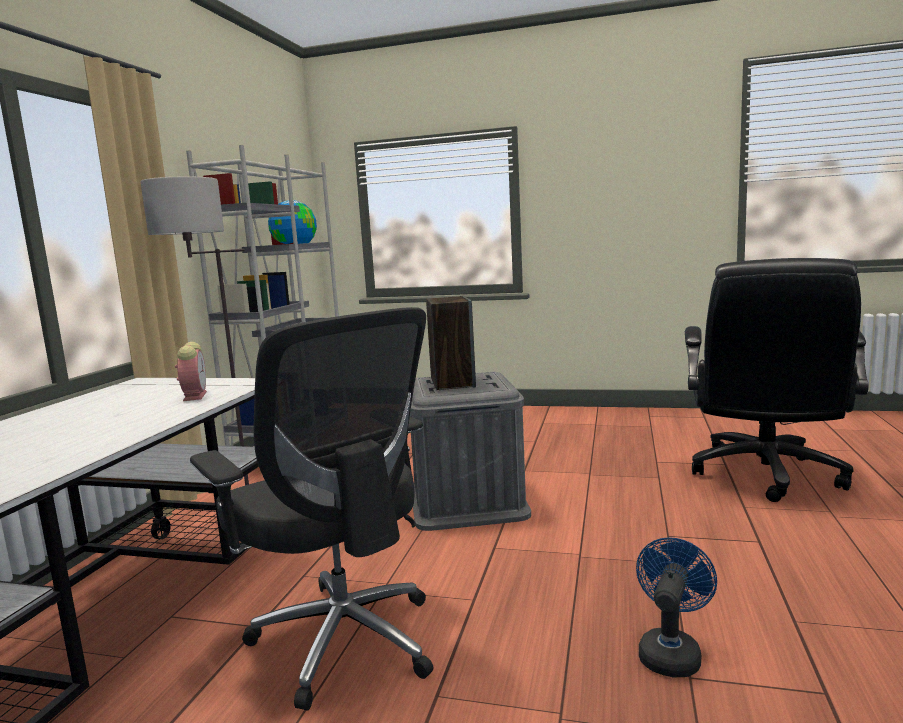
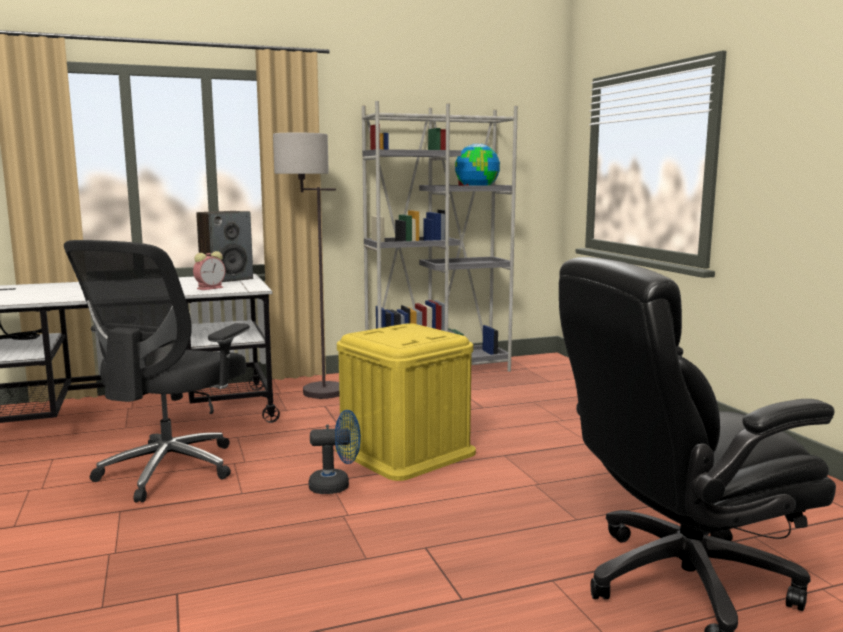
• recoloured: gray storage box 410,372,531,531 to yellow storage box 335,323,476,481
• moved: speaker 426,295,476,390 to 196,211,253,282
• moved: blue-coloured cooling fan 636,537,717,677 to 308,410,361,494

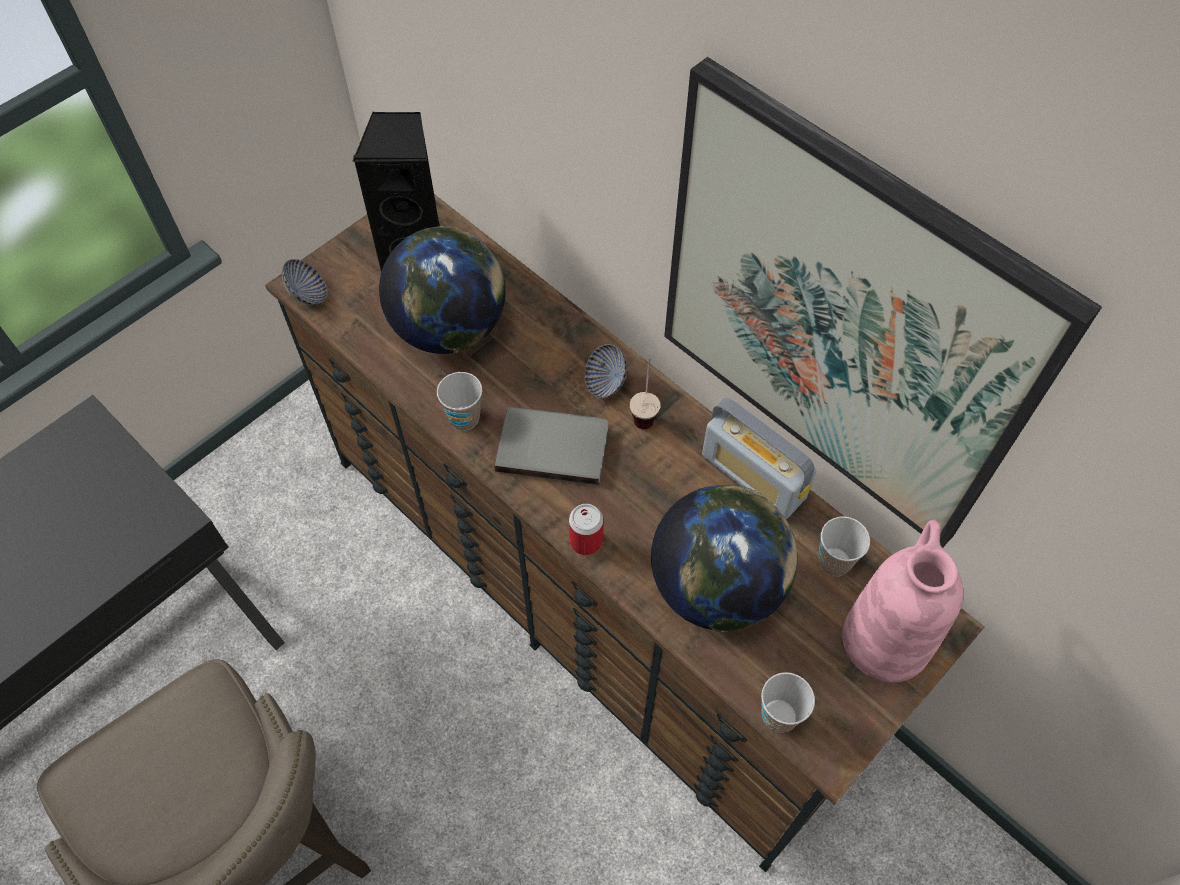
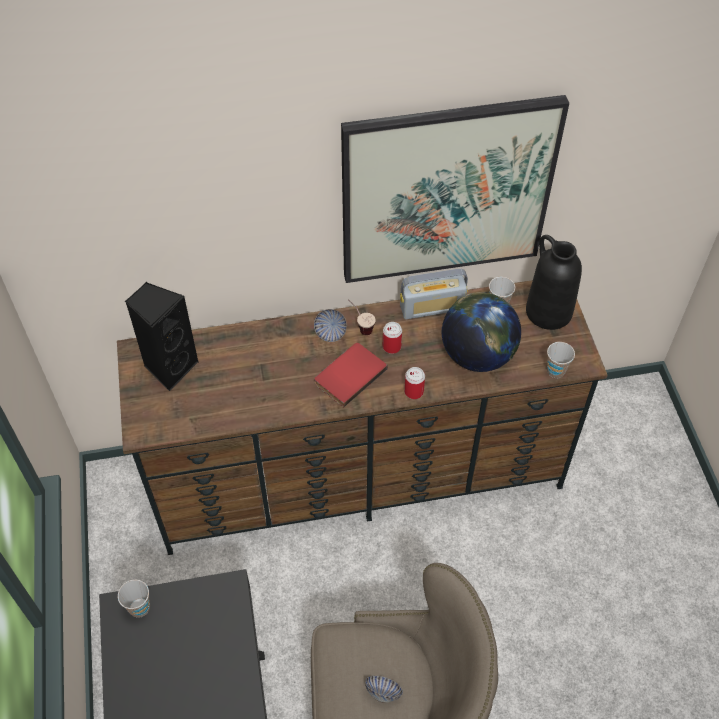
• moved: serving bowl 282,259,327,305 to 365,676,403,703
• removed: desk globe 379,226,506,354
• moved: cup 437,372,482,431 to 118,580,150,618
• recoloured: gray book 494,407,608,485 to red-coloured book 314,343,388,407
• recoloured: pink-coloured decorative vase 842,519,964,682 to black decorative vase 526,235,582,330
• added: metal can 383,322,402,354

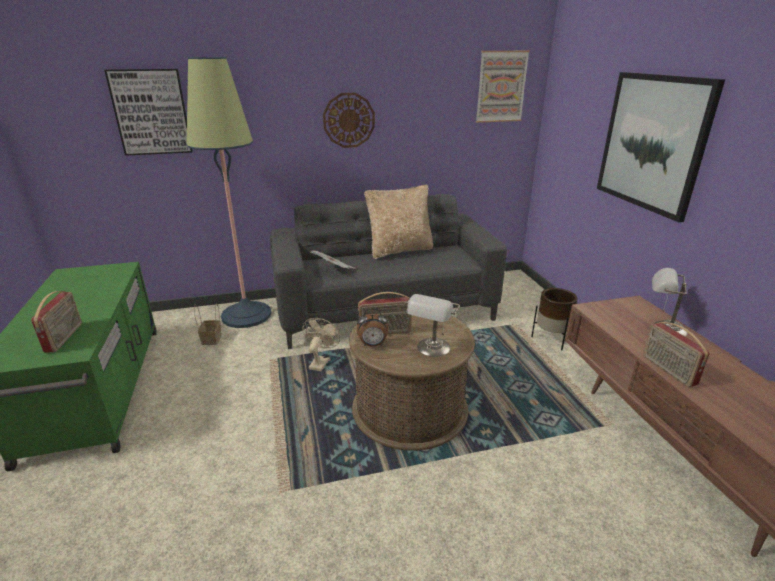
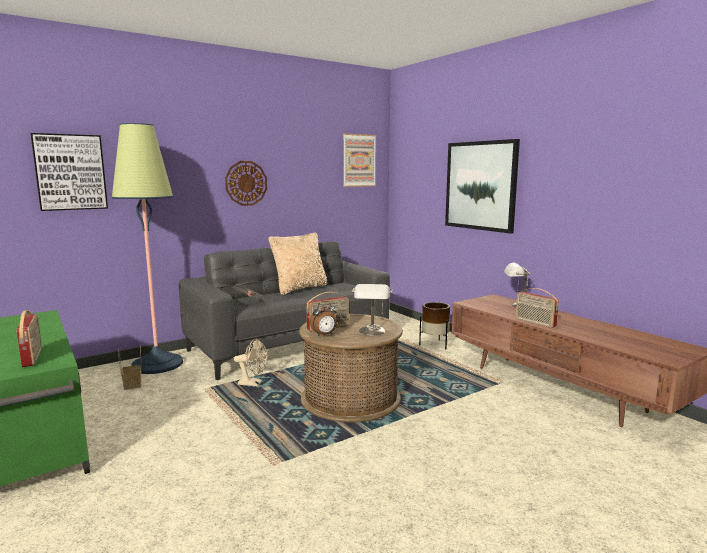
• turned: sand-coloured cooling fan 302,318,340,371 = 234,339,268,386 105 degrees clockwise

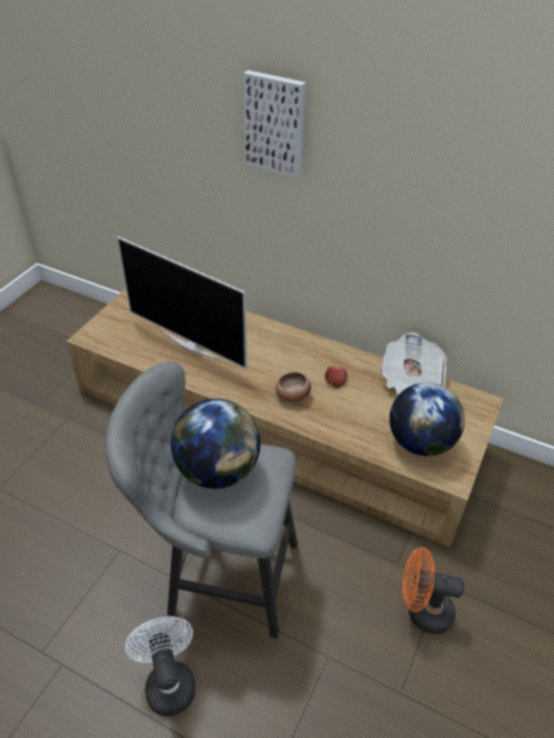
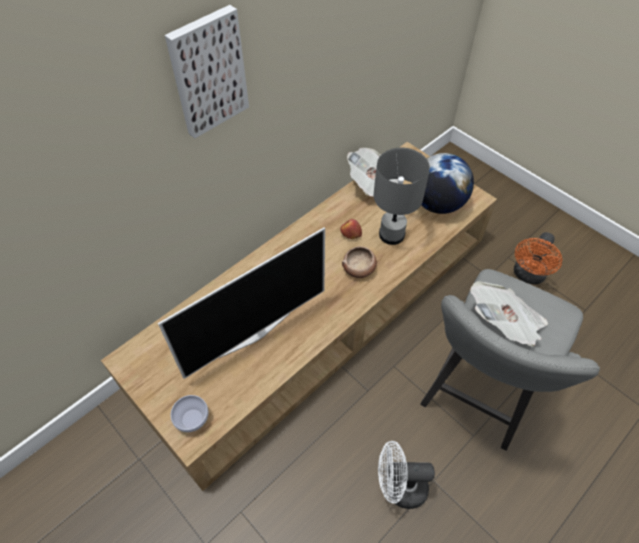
• moved: white-coloured cooling fan 125,617,195,716 to 378,441,435,509
• replaced: desk globe 171,399,260,489 to daily paper 470,281,548,347
• added: serving bowl 171,395,208,432
• added: gray tabletop lamp 374,148,430,245

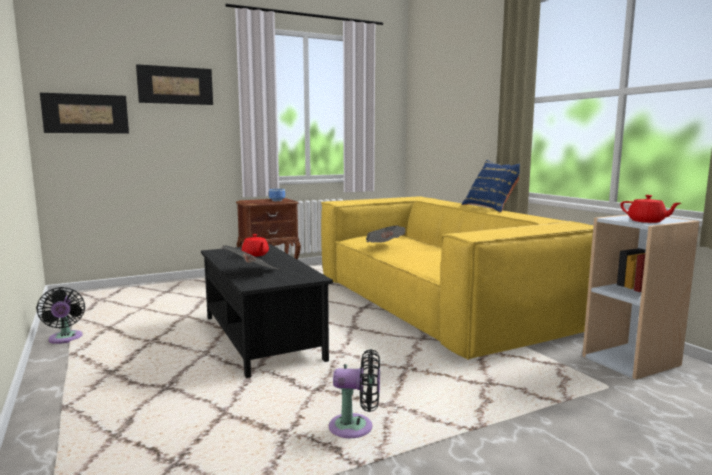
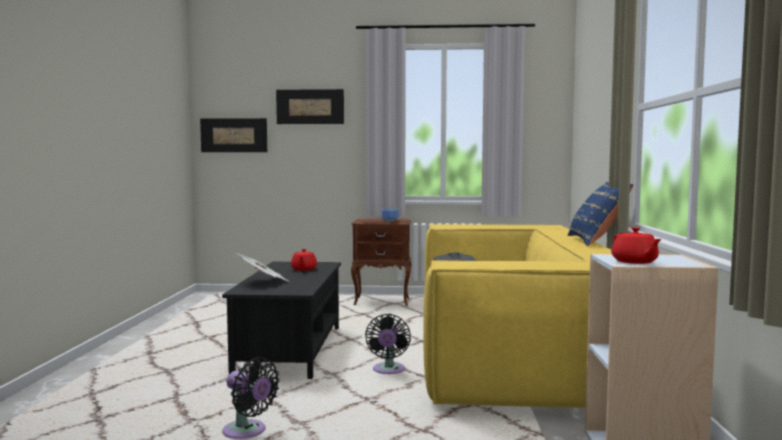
• moved: black cooling fan 36,287,85,344 to 365,314,411,374

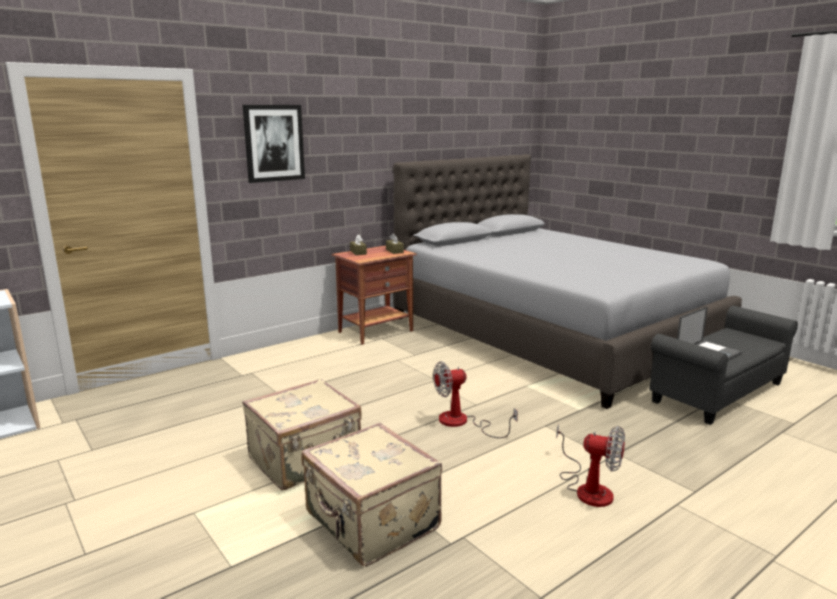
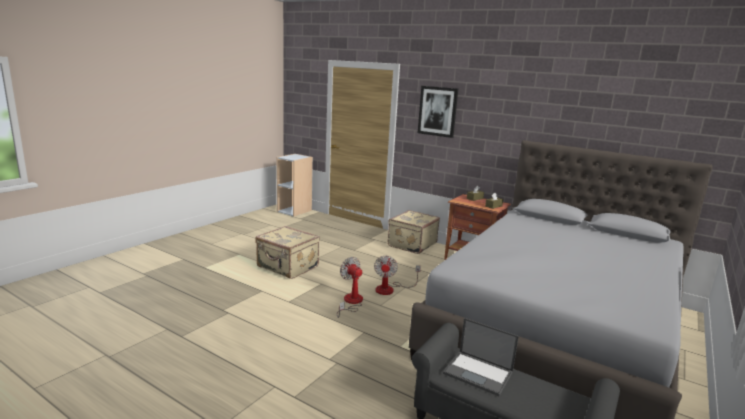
• moved: sand-coloured travel case 301,423,442,566 to 388,210,440,254
• moved: cooling fan 556,424,625,507 to 374,256,421,295

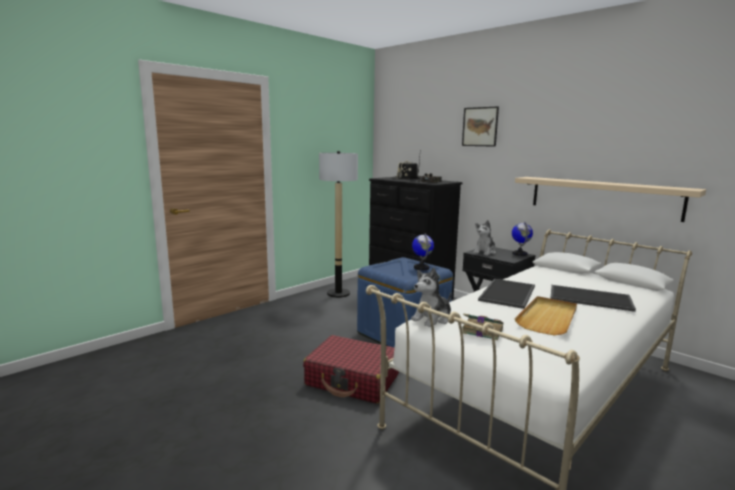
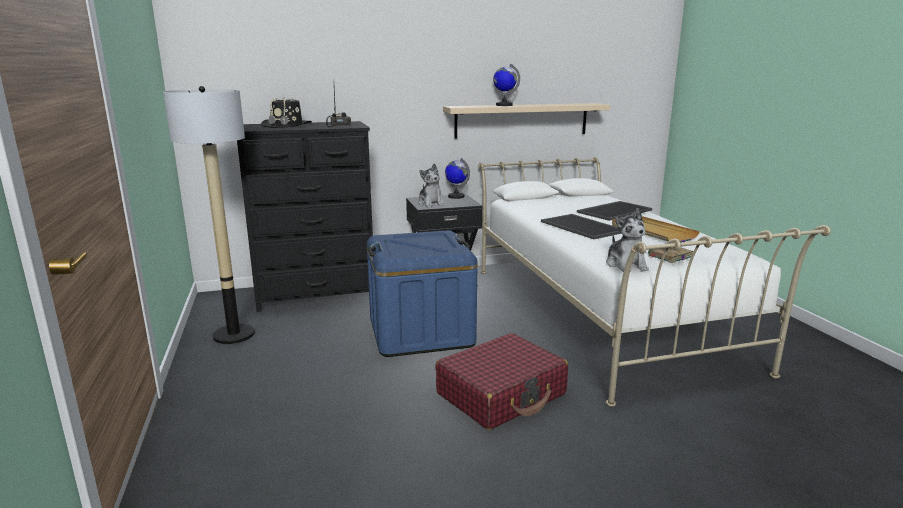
• moved: desk globe 412,234,434,270 to 493,64,520,106
• removed: picture 462,106,499,147

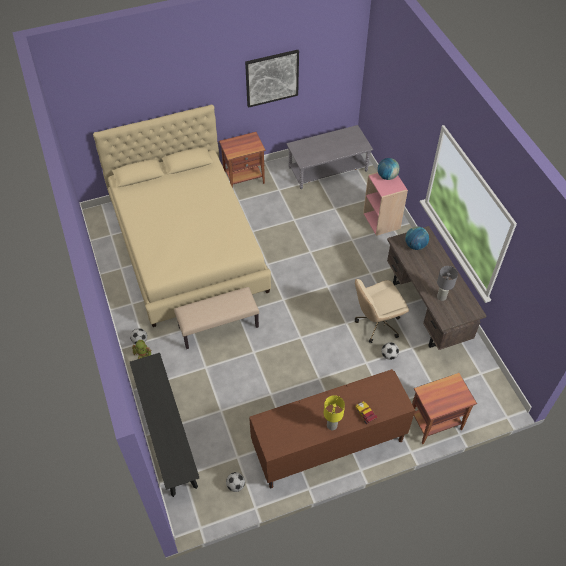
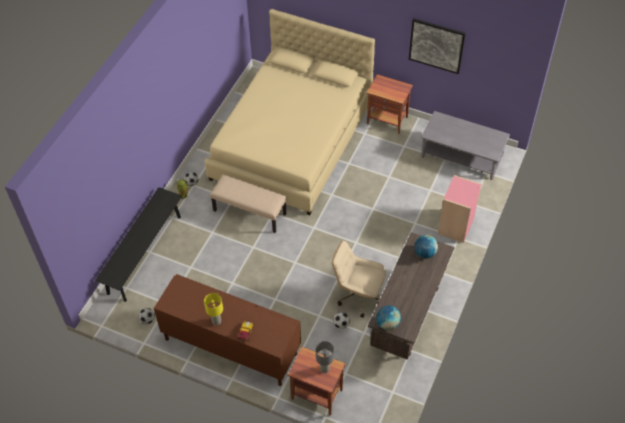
• moved: desk globe 377,158,400,180 to 376,305,401,330
• moved: gray tabletop lamp 437,266,458,301 to 316,341,334,373

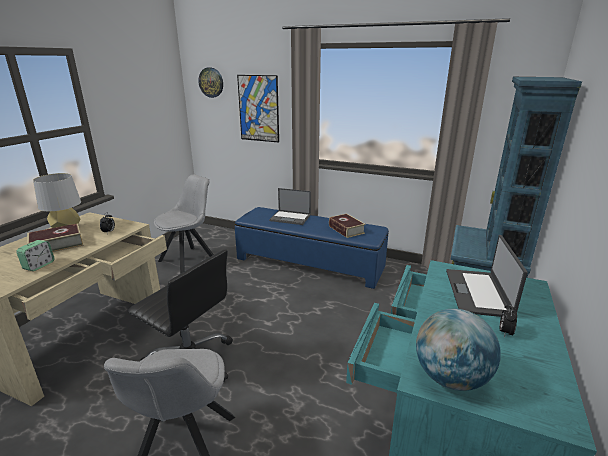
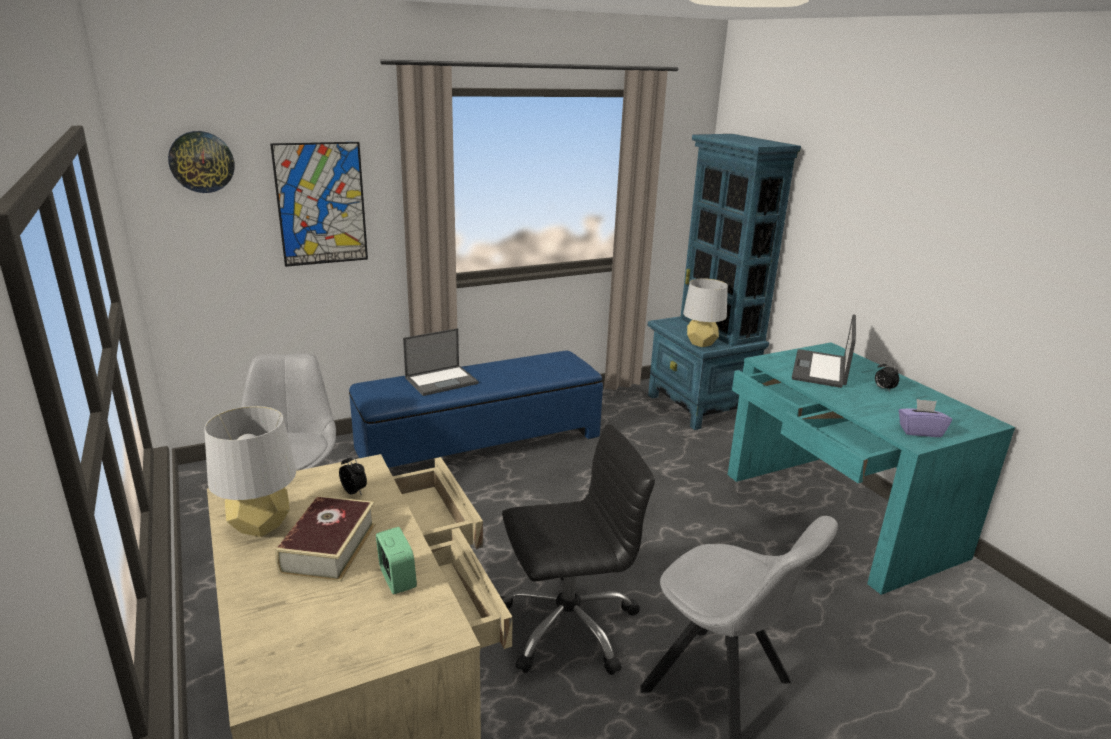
• removed: book 329,214,366,238
• replaced: desk globe 416,309,501,391 to purple tissue holder 899,399,952,437
• turned: laptop 446,235,528,317 = 792,314,856,388 60 degrees clockwise
• added: gray tabletop lamp 683,278,728,347

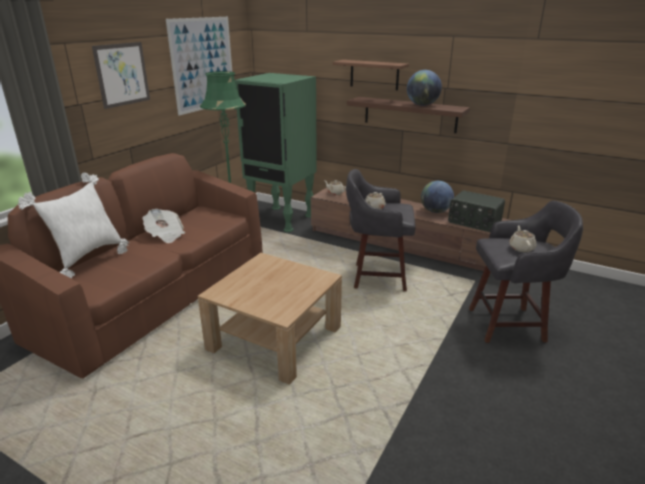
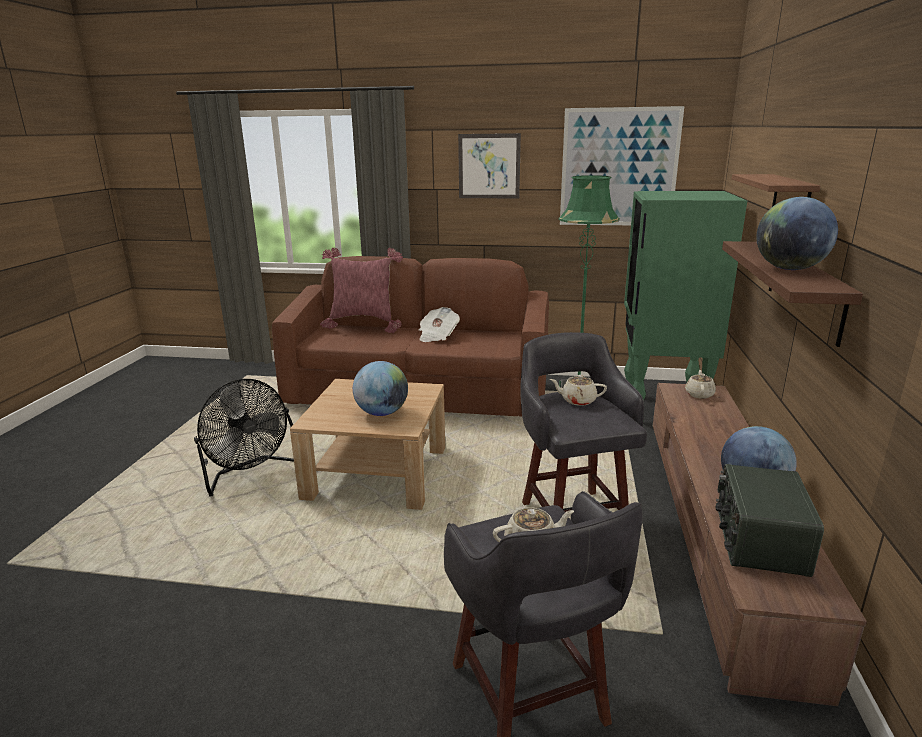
• recoloured: white-coloured pillow 18,172,129,278 to red-coloured pillow 320,247,403,333
• added: black cooling fan 194,379,294,497
• added: desk globe 353,361,408,416

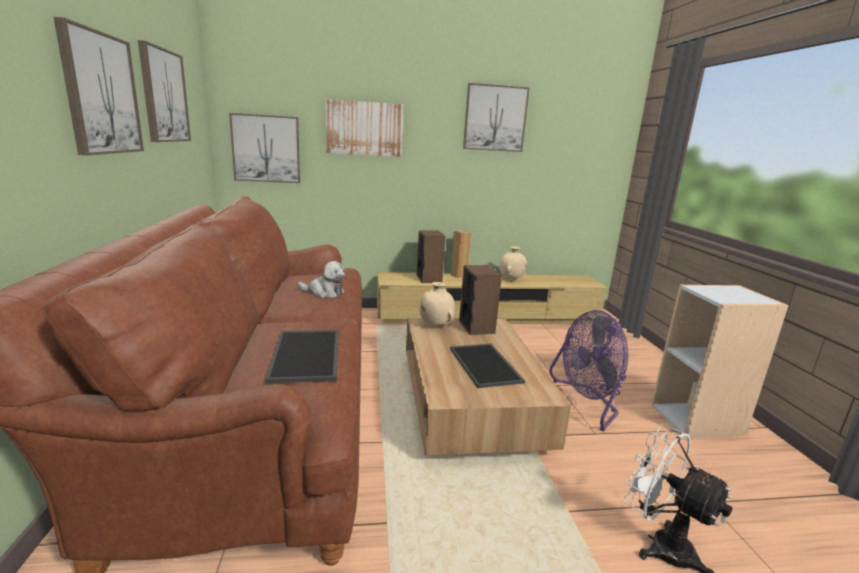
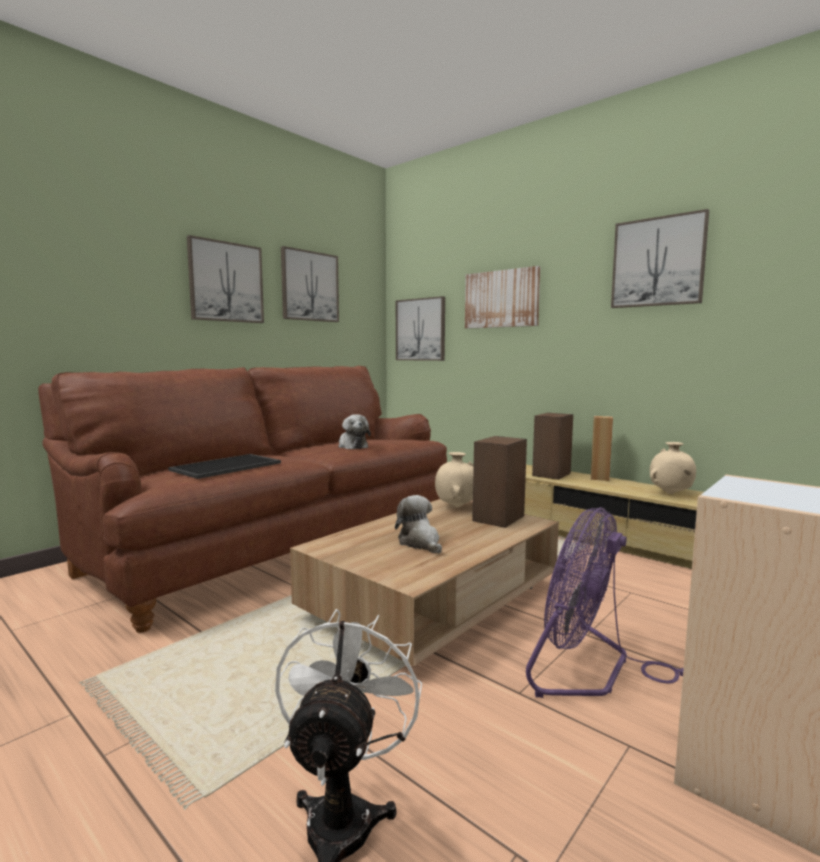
• replaced: carrying tray 450,344,525,388 to soft toy 395,495,442,554

